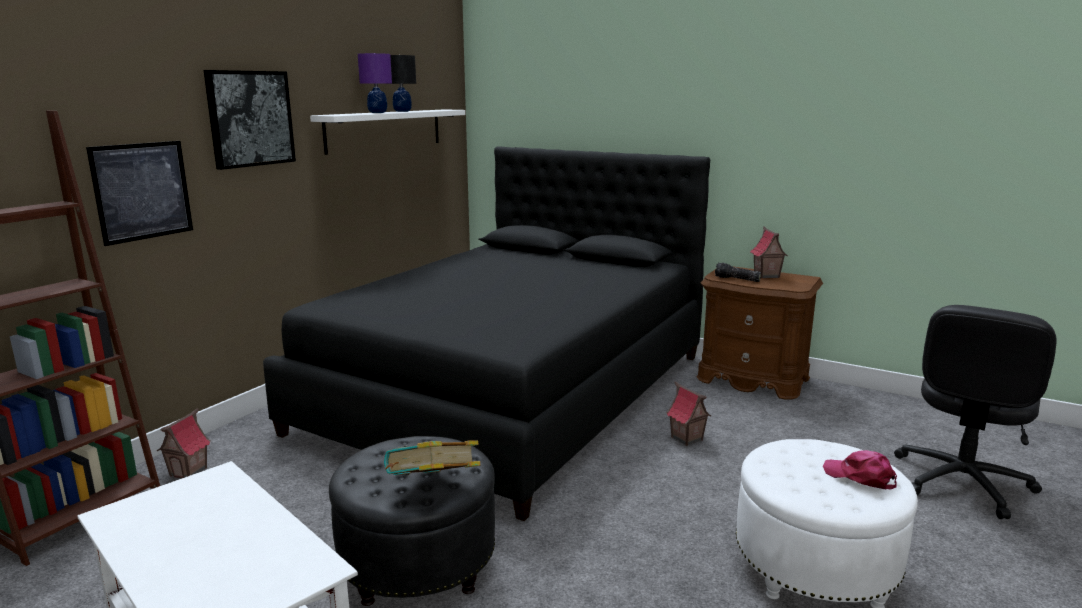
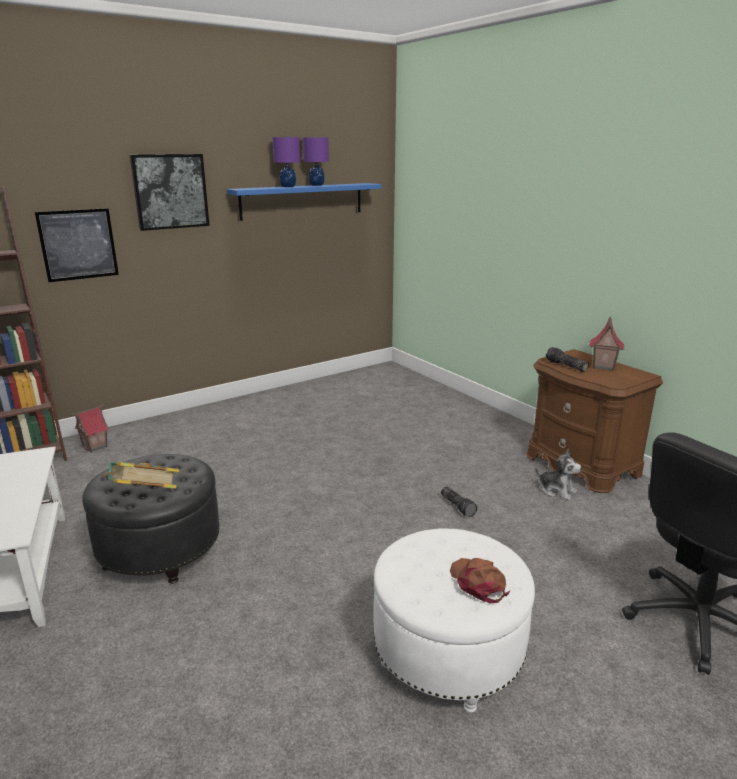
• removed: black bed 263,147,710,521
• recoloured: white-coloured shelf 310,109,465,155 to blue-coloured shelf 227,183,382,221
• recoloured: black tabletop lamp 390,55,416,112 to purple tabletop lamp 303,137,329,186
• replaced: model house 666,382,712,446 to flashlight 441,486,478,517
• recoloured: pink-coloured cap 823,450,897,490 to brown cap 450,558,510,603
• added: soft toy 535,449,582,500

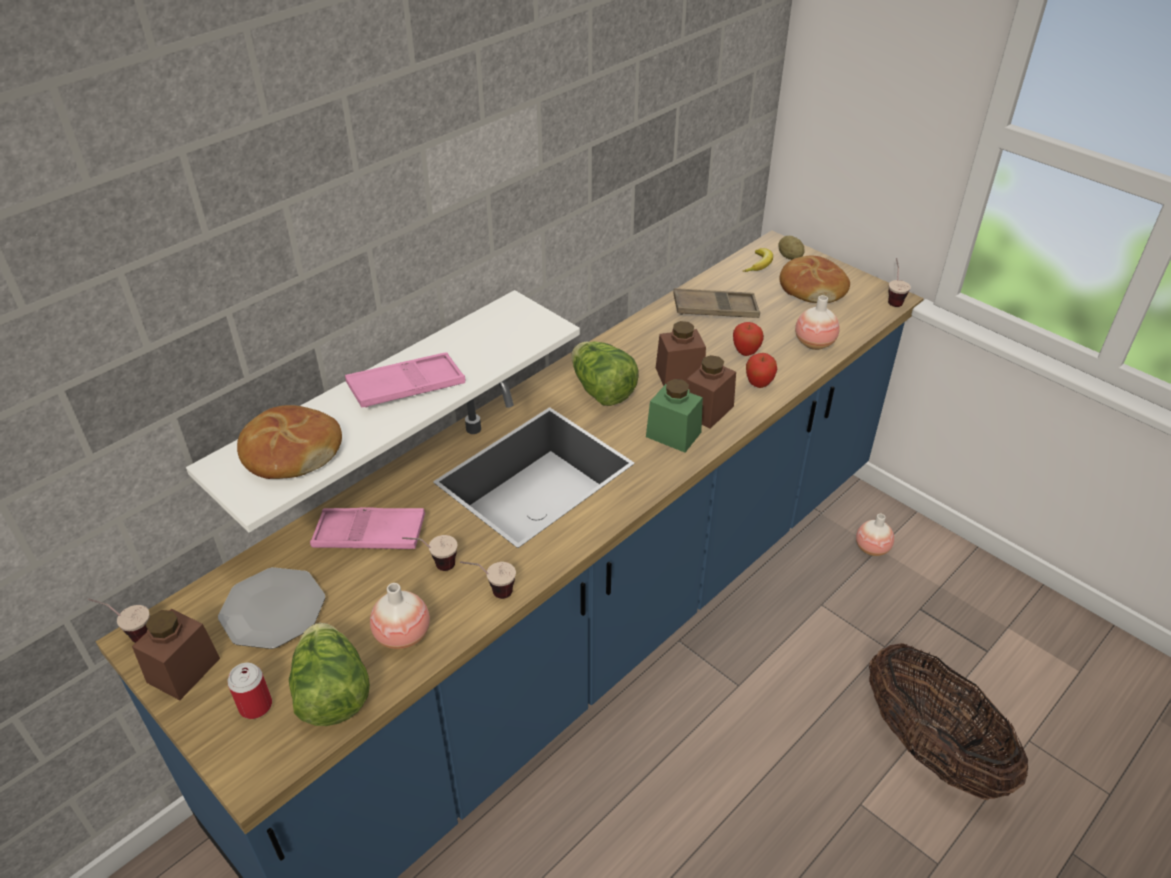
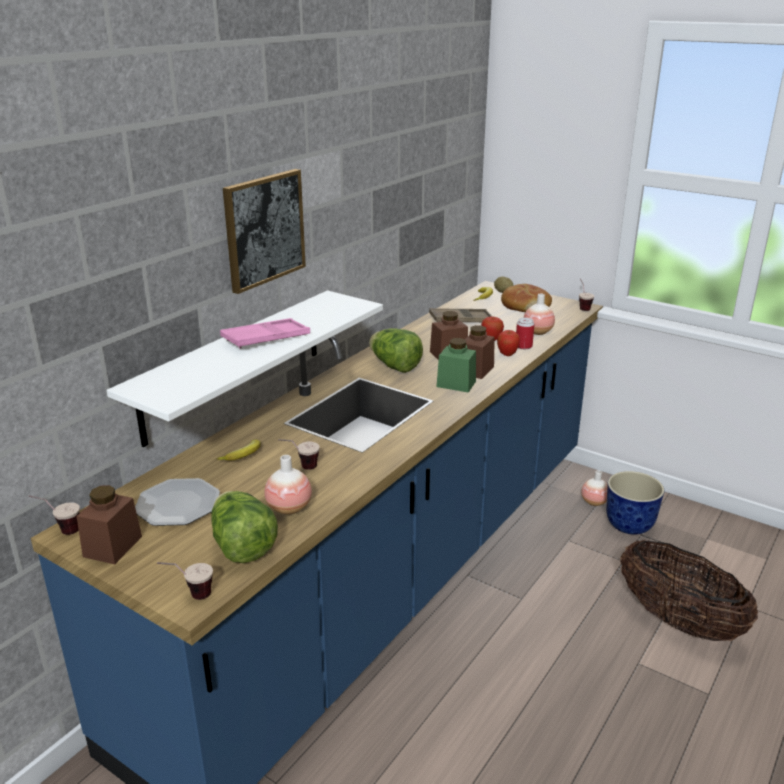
• moved: metal can 227,663,272,719 to 516,318,534,349
• removed: bakery bread 237,405,342,479
• replaced: pink-coloured carrying tray 310,507,425,549 to whole banana 216,439,261,461
• moved: cup 460,561,516,599 to 157,562,213,600
• added: picture 223,169,306,294
• added: plant pot 606,471,664,535

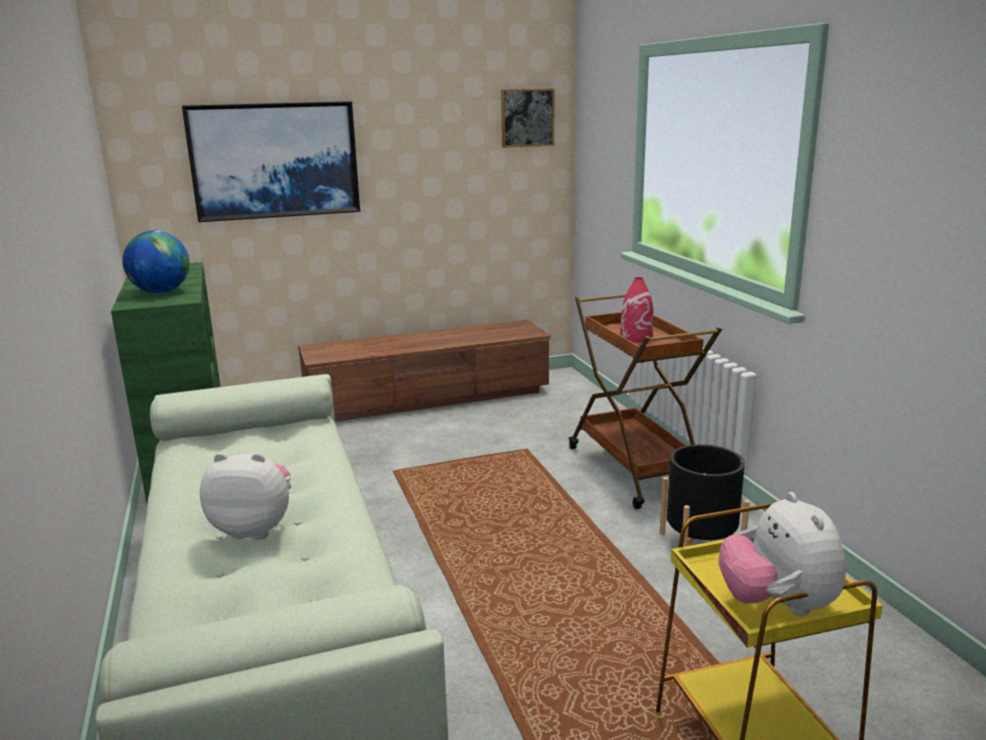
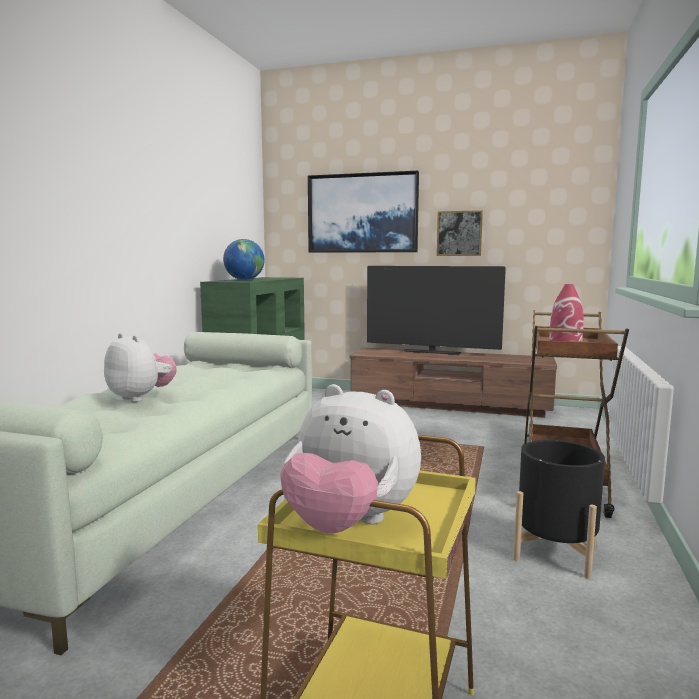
• moved: picture 501,88,555,148 to 437,210,483,256
• turned: soft toy 718,492,846,616 = 280,384,421,534 90 degrees counterclockwise
• added: TV 367,266,506,355

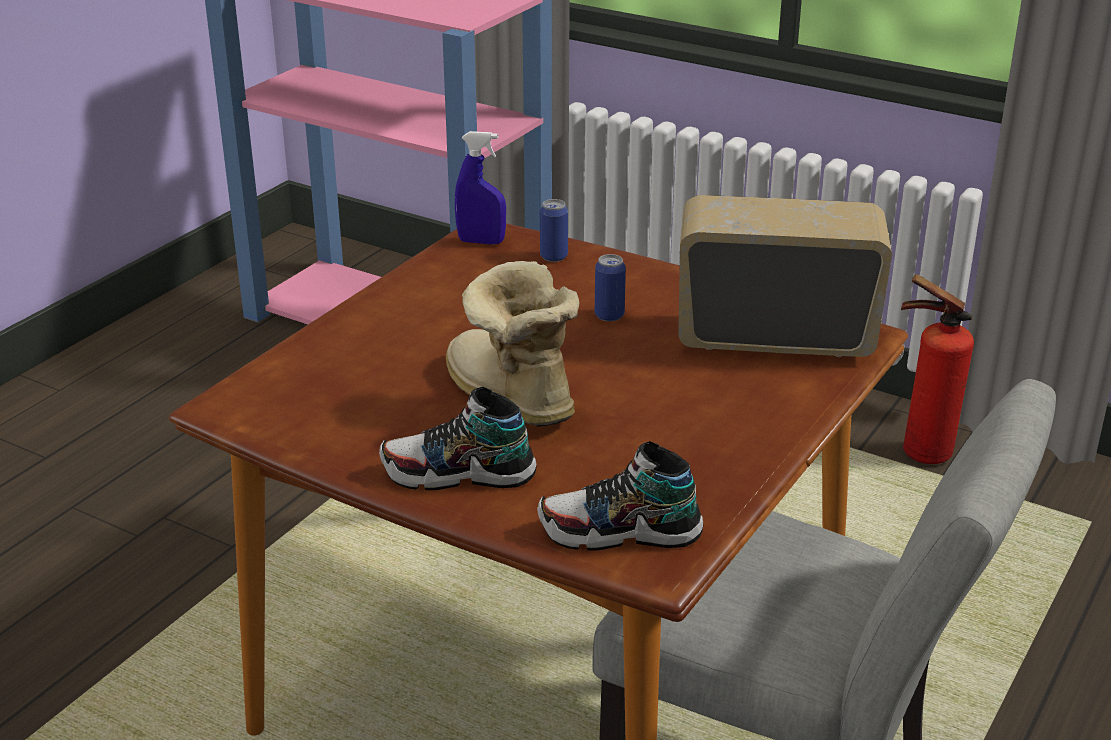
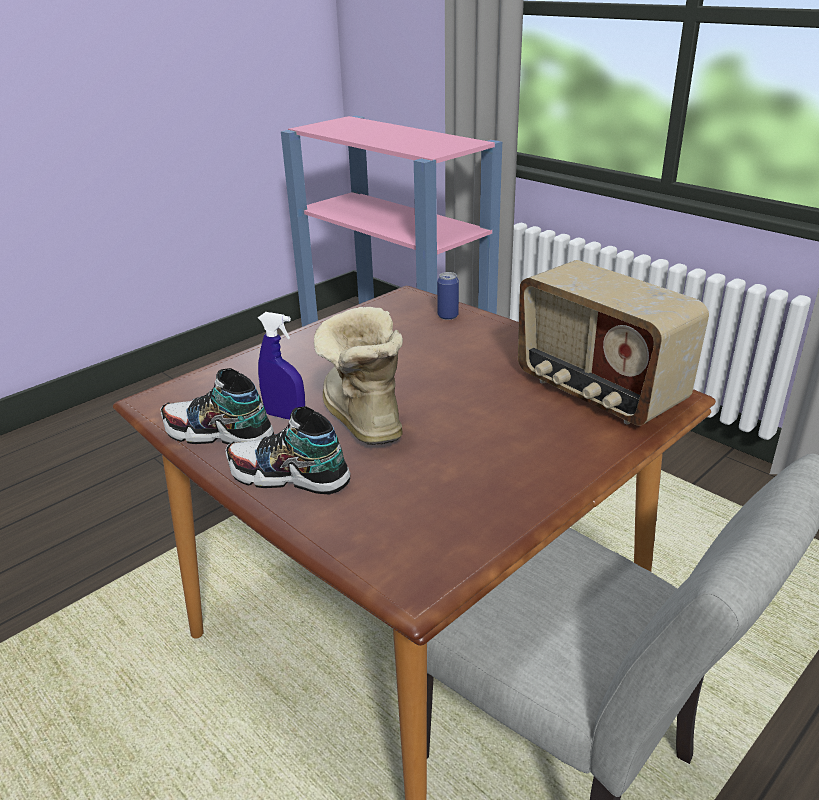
• moved: blue-coloured sprayer 455,131,506,245 to 258,312,305,420
• moved: item of footwear 537,441,703,551 to 160,368,274,445
• removed: metal can 595,254,626,321
• turned: radio receiver 678,195,892,357 = 518,260,709,426 150 degrees counterclockwise
• removed: extinguisher 901,274,974,464

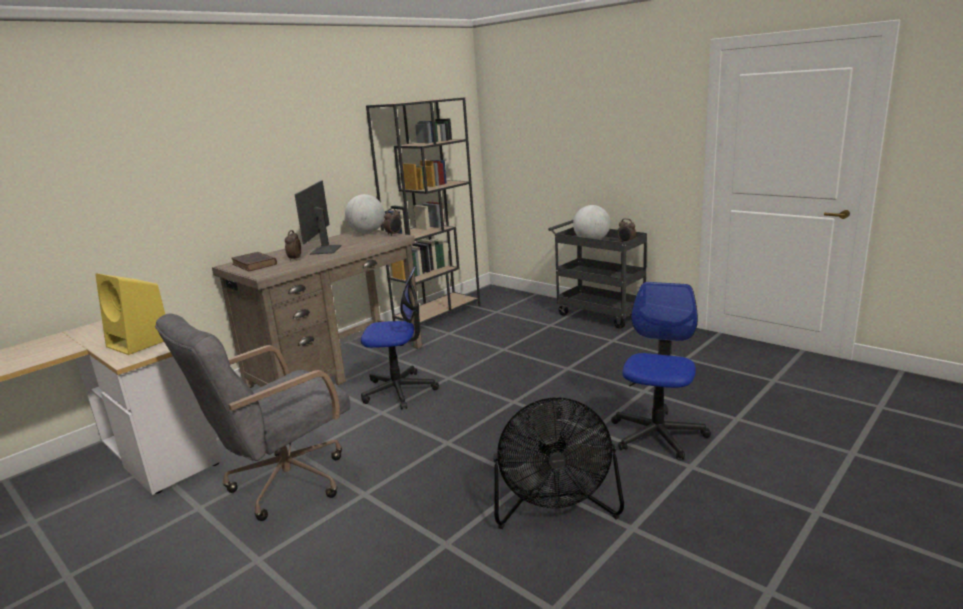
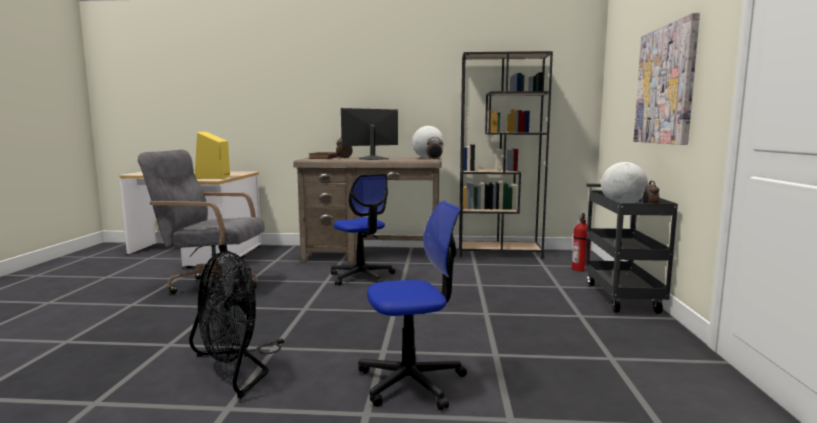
• added: extinguisher 572,213,591,271
• added: picture 633,13,700,145

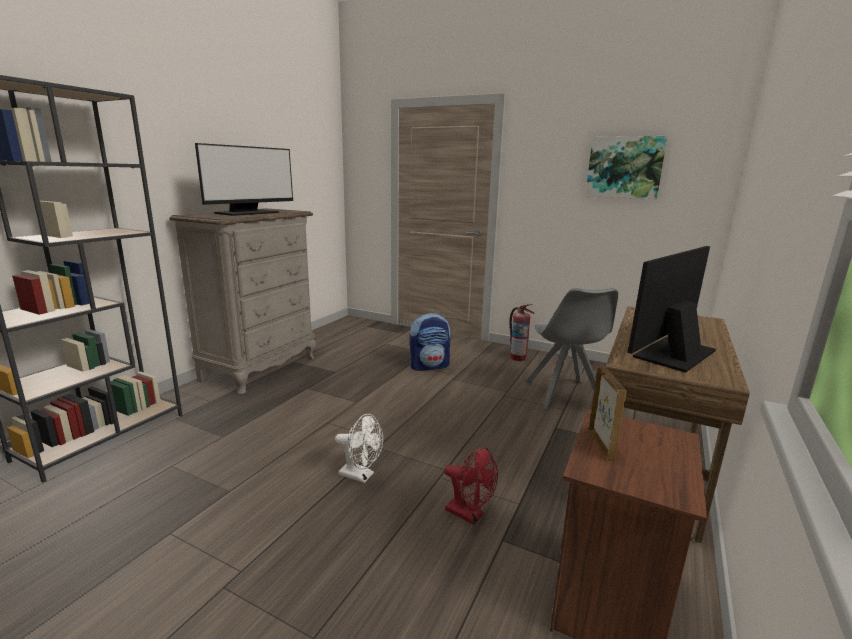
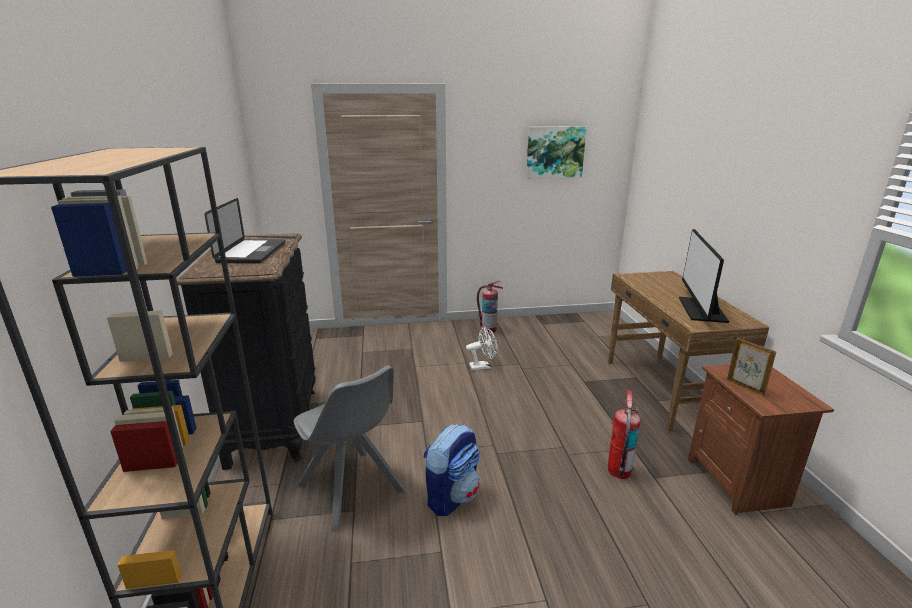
• recoloured: sand-coloured chest of drawers 169,208,316,394 to black chest of drawers 177,233,316,470
• replaced: monitor 195,143,293,216 to laptop 204,198,285,263
• moved: white-coloured cooling fan 335,414,383,483 to 466,326,497,370
• moved: backpack 409,313,451,371 to 424,424,480,516
• replaced: red-coloured cooling fan 444,447,498,525 to extinguisher 608,390,641,479
• moved: gray upright chair 526,288,618,410 to 294,365,406,532

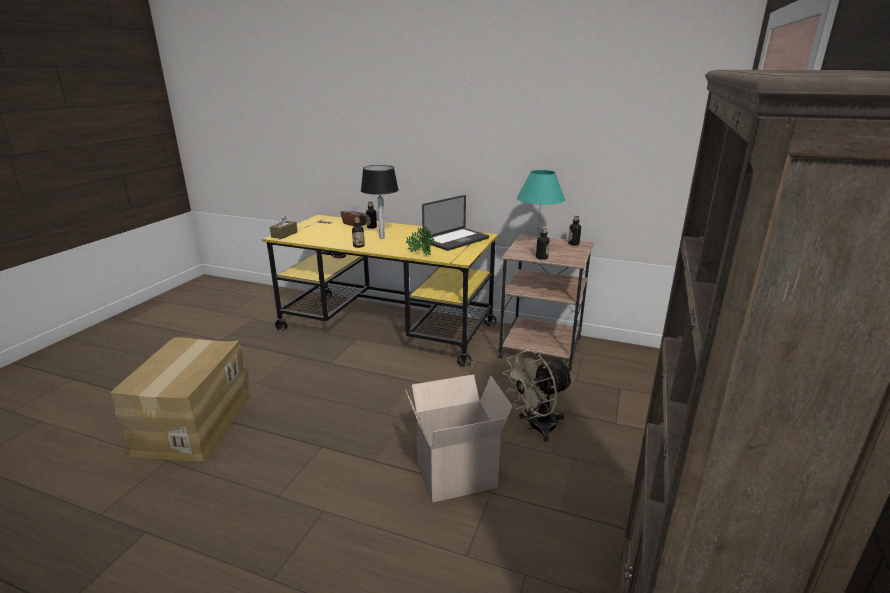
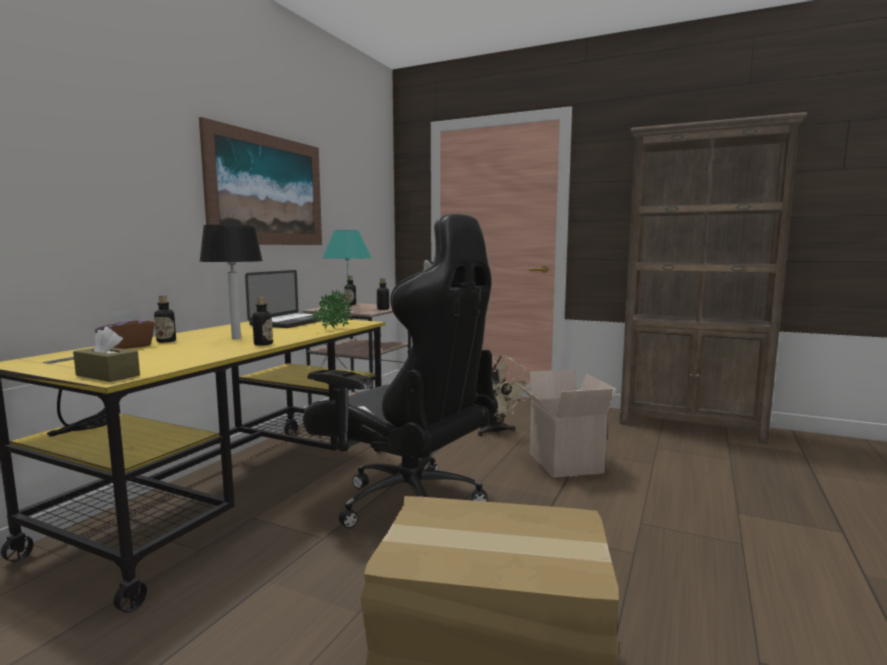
• turned: laptop 422,195,489,251 = 245,270,332,328 60 degrees clockwise
• added: picture 199,117,322,245
• added: black desk chair 303,214,498,528

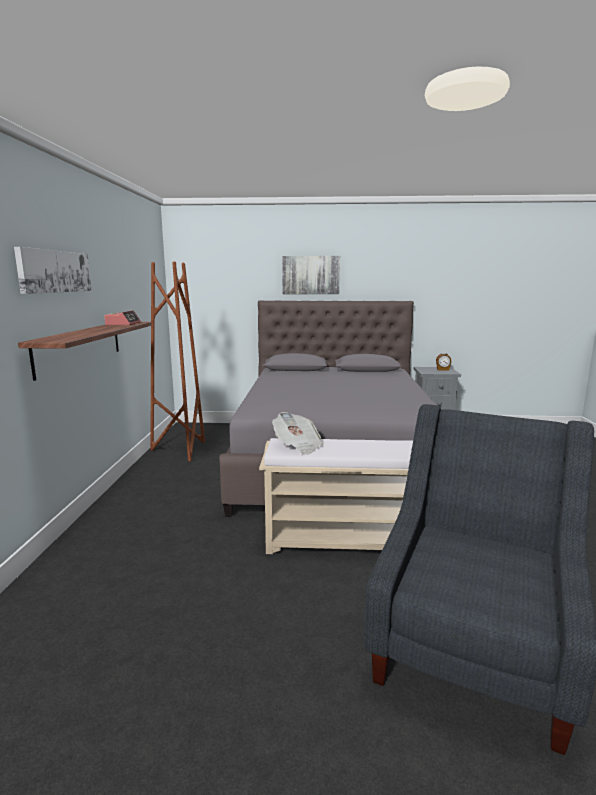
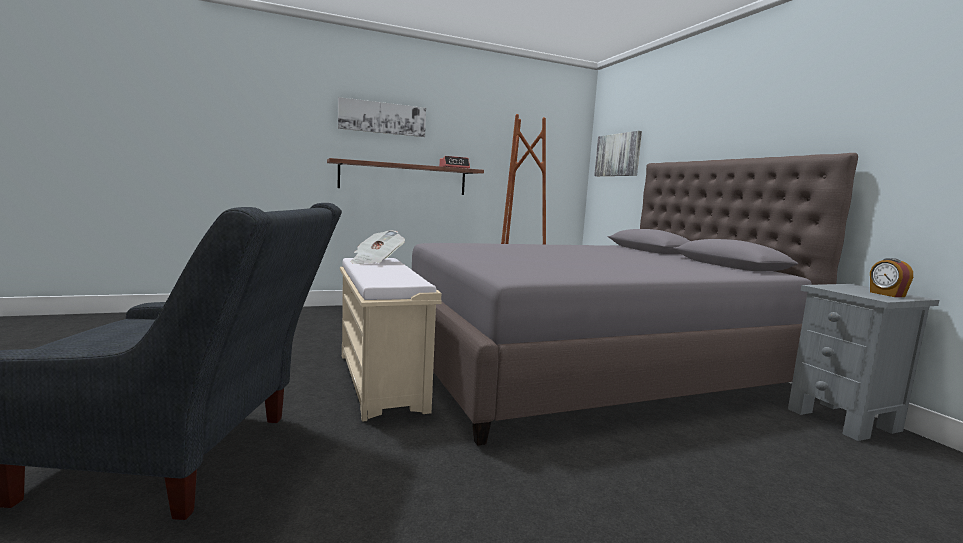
• moved: picture 282,256,340,294 to 594,131,642,176

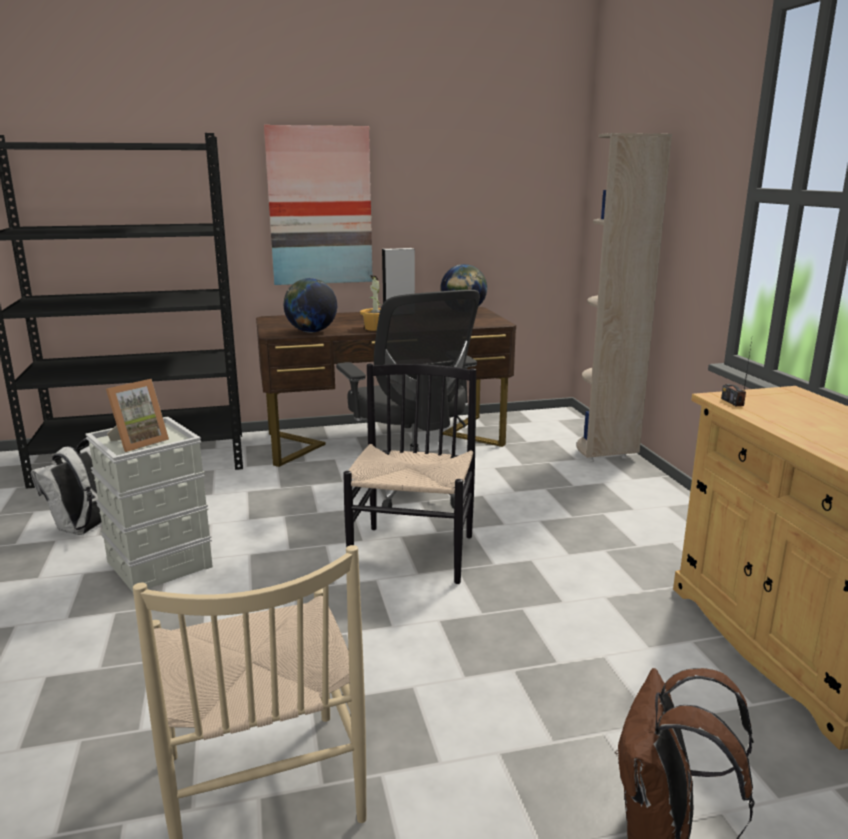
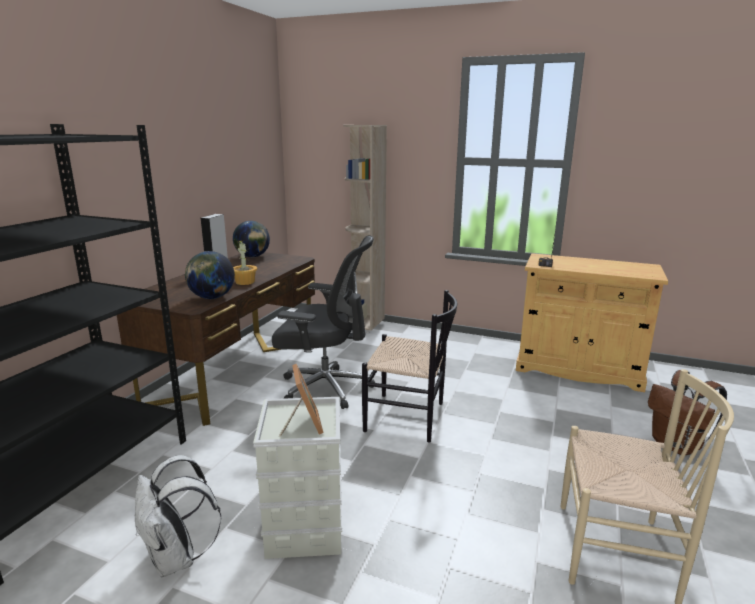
• removed: picture 264,125,373,285
• turned: black upright chair 343,364,476,584 = 362,290,457,442 150 degrees clockwise

